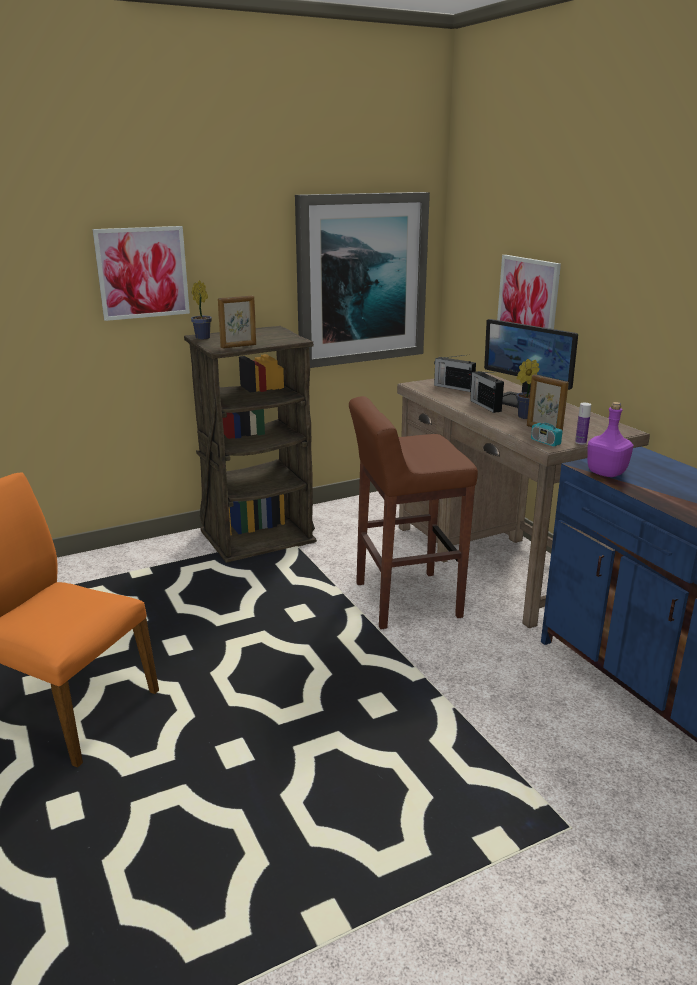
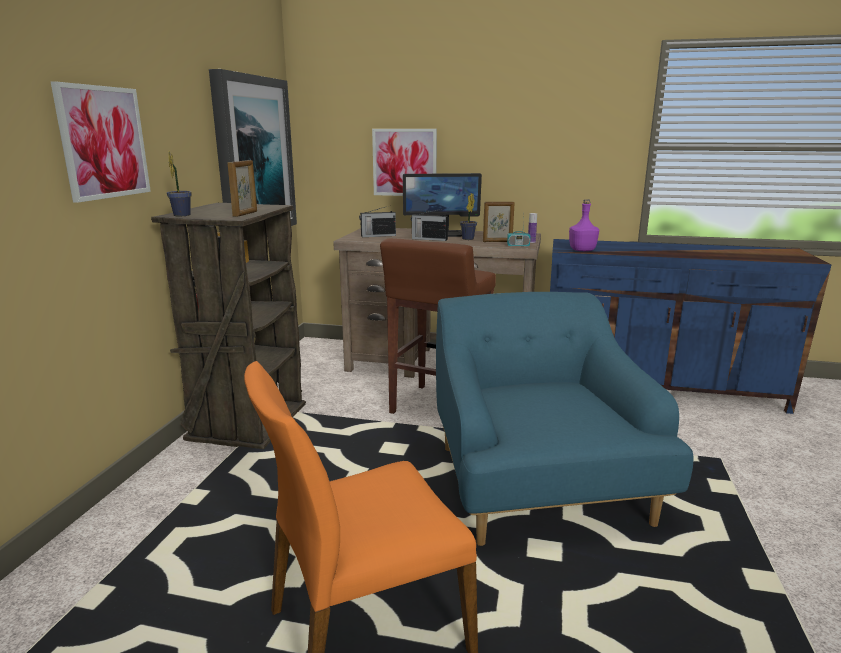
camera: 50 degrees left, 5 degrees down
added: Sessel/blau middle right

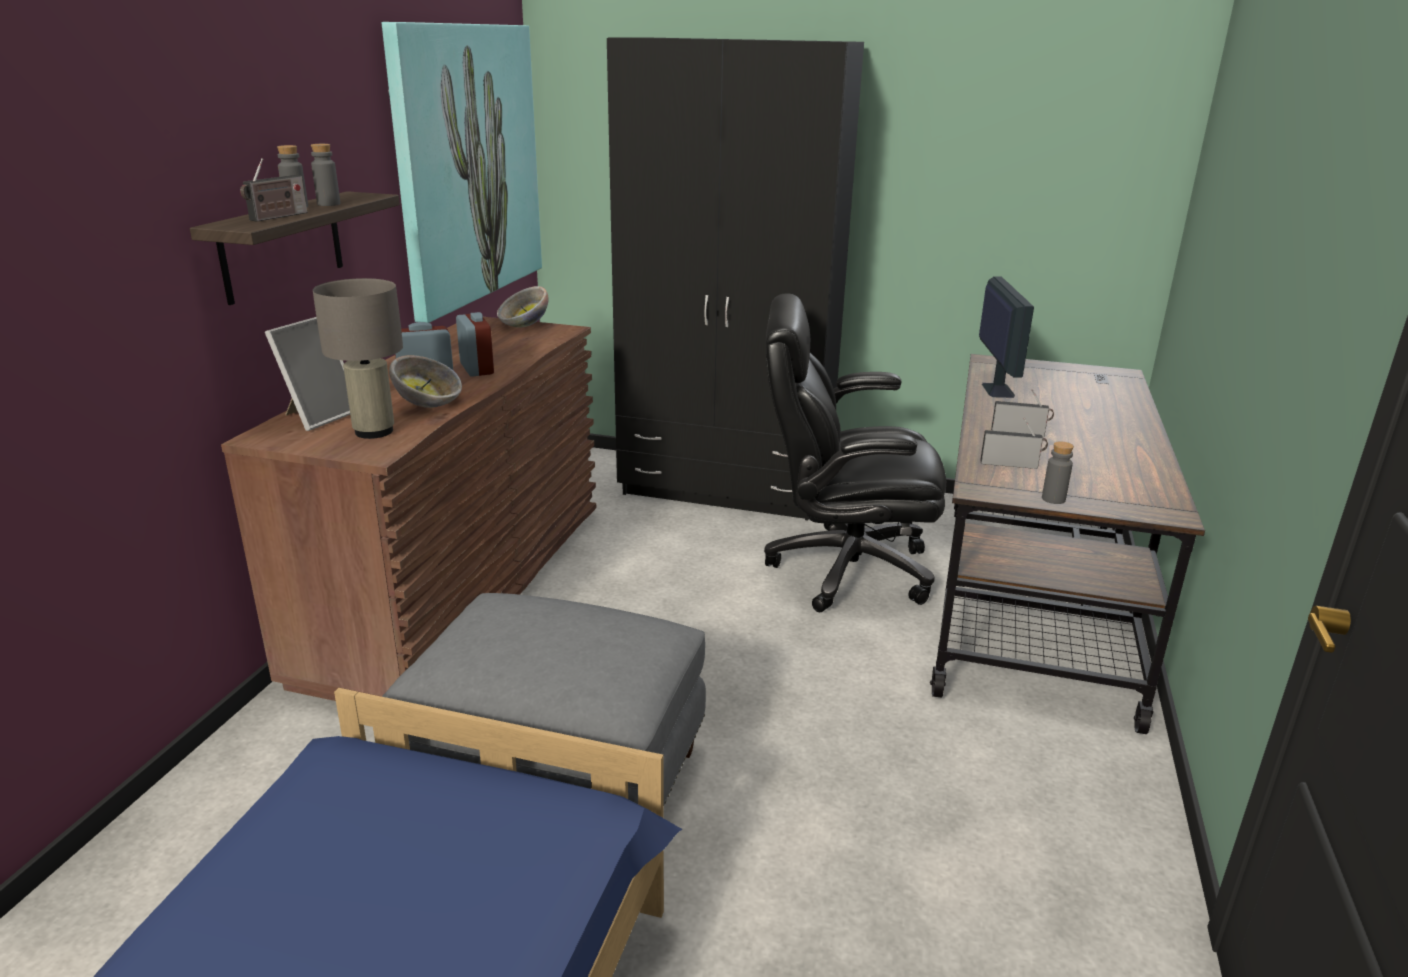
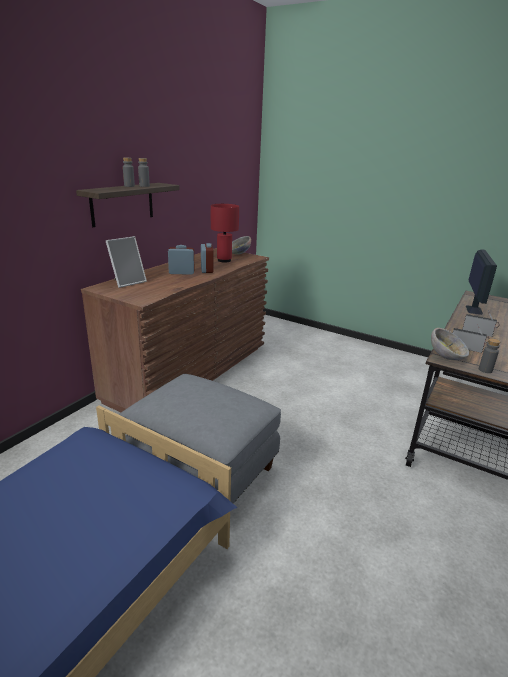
camera: 15 degrees right, 0 degrees up
removed: Radio (1st from left) top left; Tischlampe/grau middle left; Bild top left; Kleiderschrank/schwarz top centre; Bürostuhl/schwarz centre
added: Tischlampe/rot centre
moved: Schüssel (1st from left in the first image) middle left to Schüssel (2nd from left) middle right

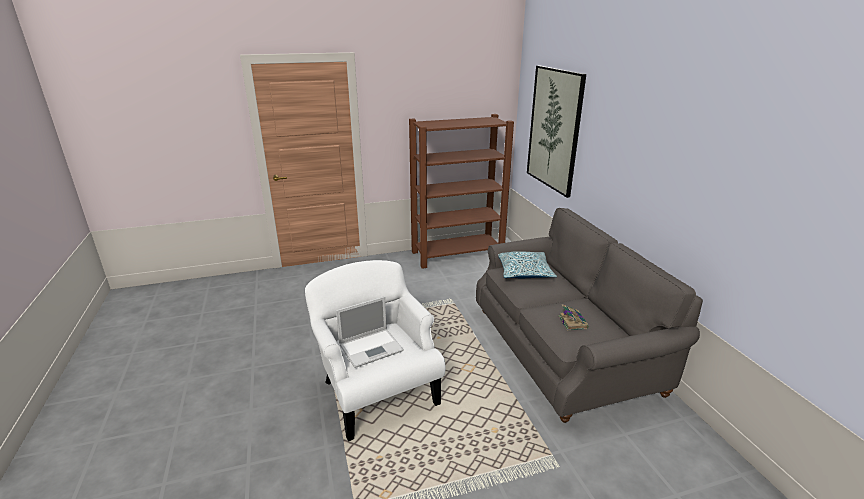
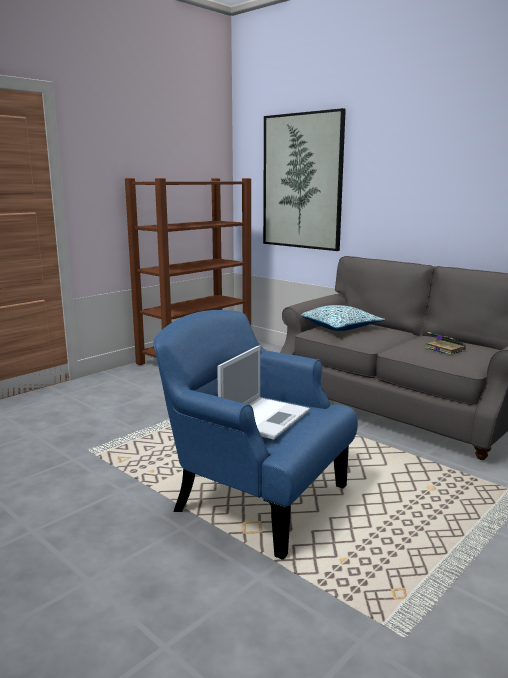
camera: 30 degrees left, 10 degrees down
recoloured: Sessel/weiß bottom centre to Sessel/blau centre

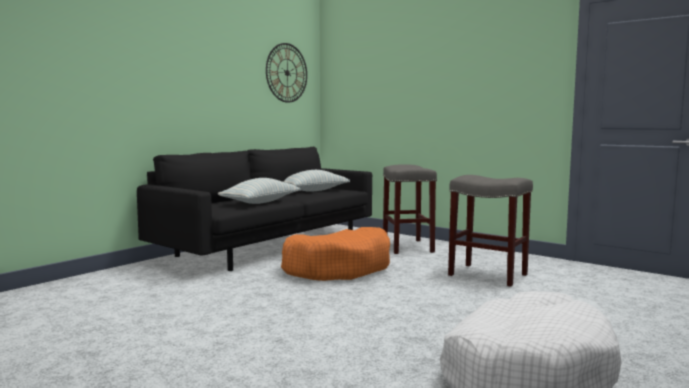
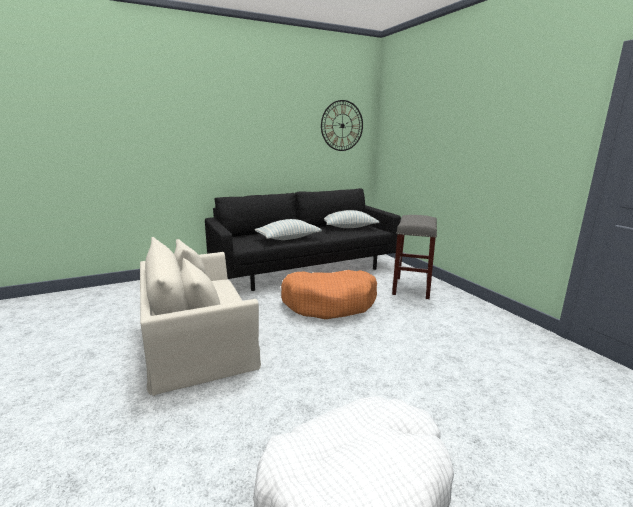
camera: 25 degrees right, 10 degrees up
removed: Hocker/grau (2nd from left) middle right
added: Sessel/beige middle left

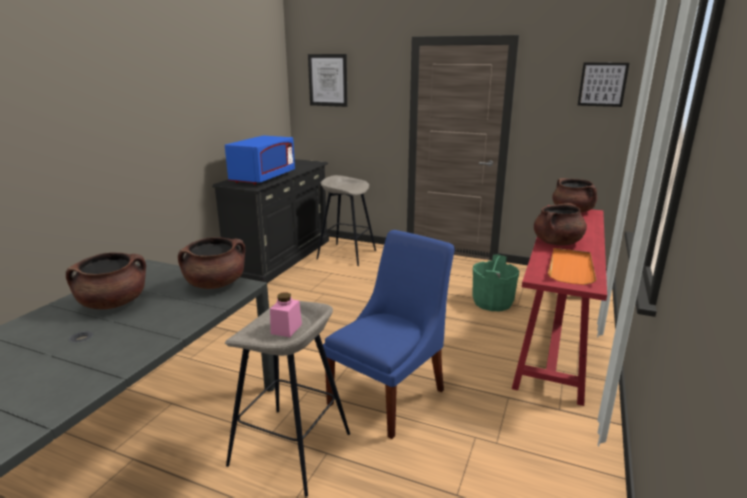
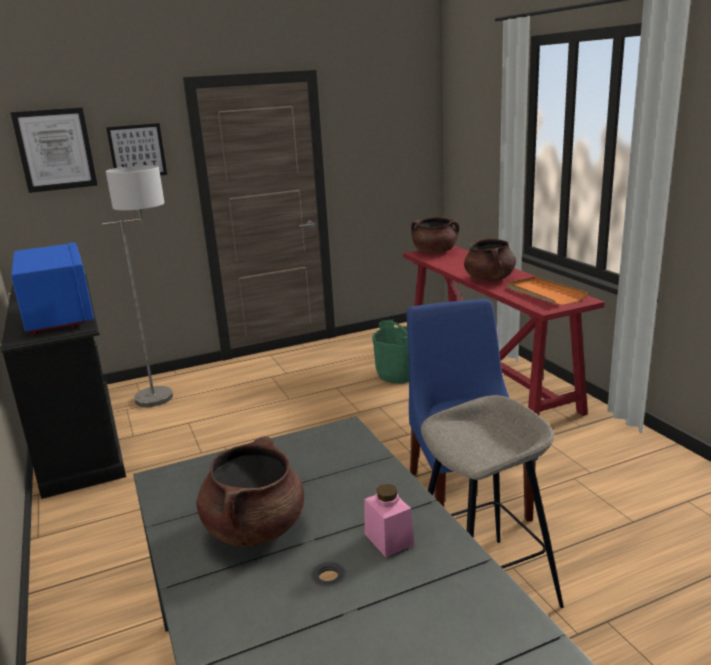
camera: 45 degrees left, 0 degrees up
removed: Kochtopf/braun (2nd from left) middle left
moved: Vorratsglas/rosa centre to bottom centre; Bild (2nd from left) top right to top left
replaced: Hocker/grau (2nd from left) centre to Stehlampe/grau middle left

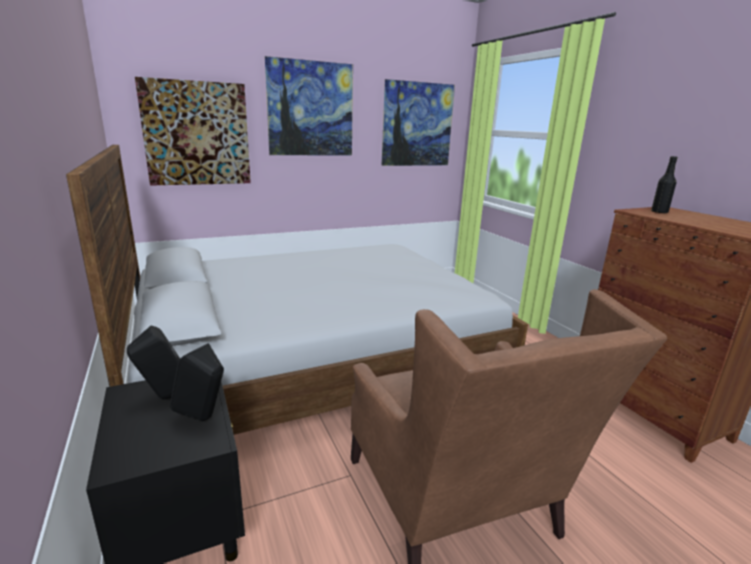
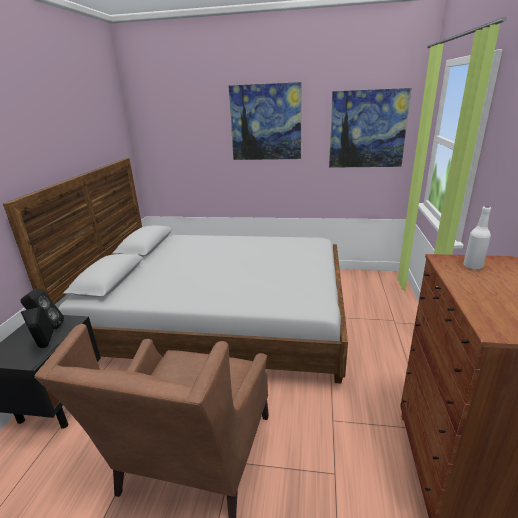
camera: 35 degrees right, 5 degrees up
removed: Bild (1st from left) top left
recoloured: Flasche/schwarz top right to Flasche/weiß middle right

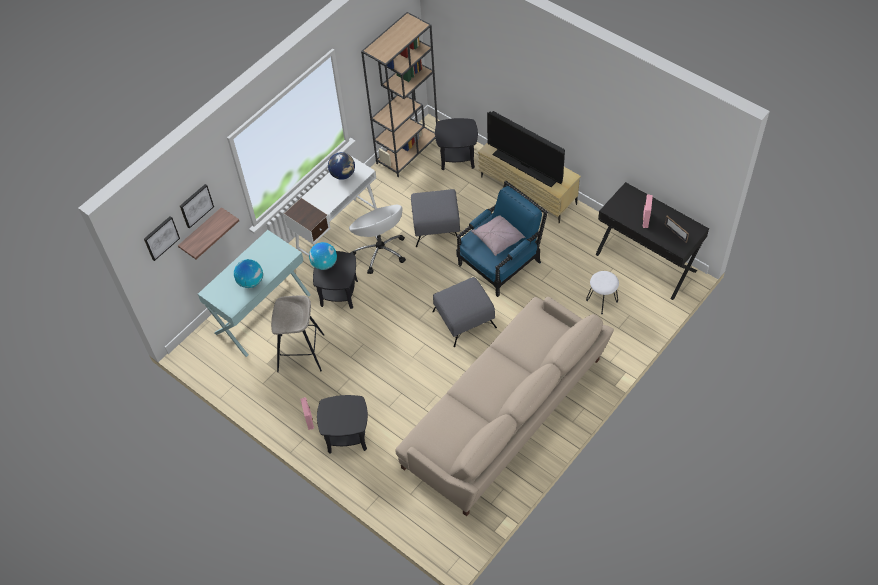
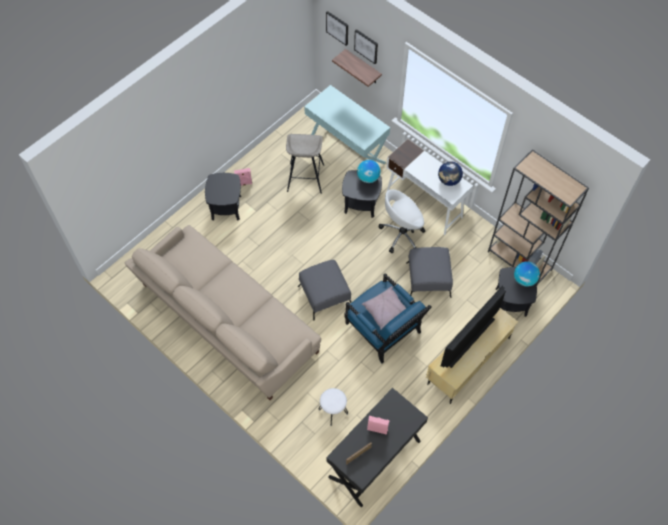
camera: 90 degrees right, 5 degrees up
moved: Globus (1st from left in the first image) middle left to Globus (3rd from left) middle right

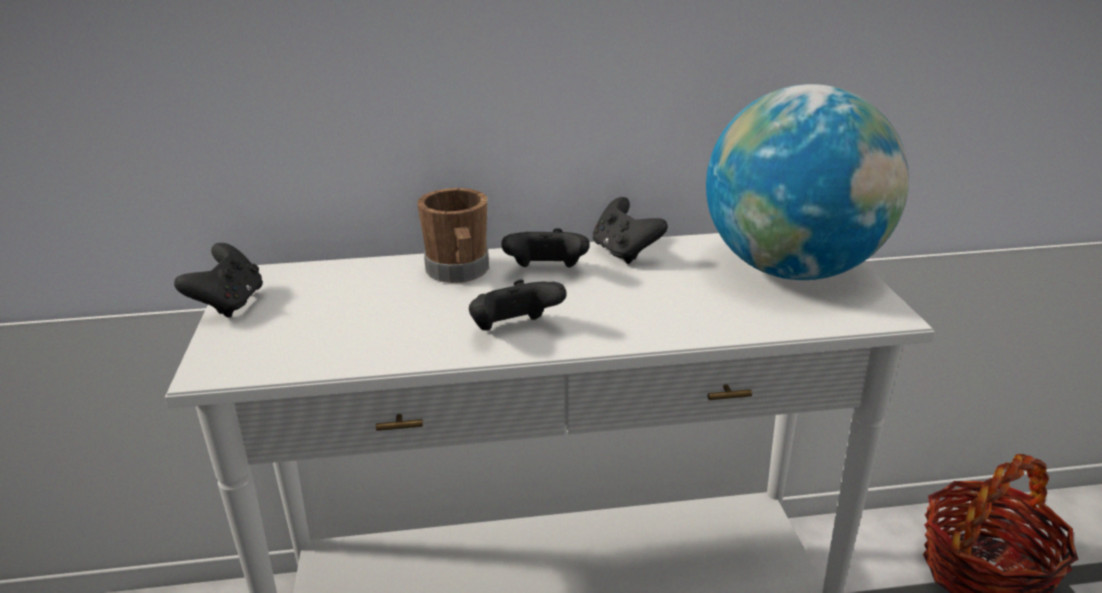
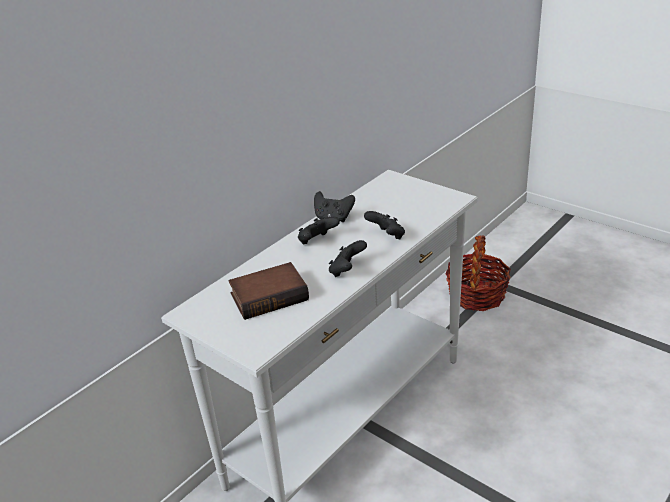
camera: 40 degrees left, 5 degrees up
removed: Henkelbecher/braun centre; Globus top right
added: Buch centre
moved: Gamepad/schwarz (1st from left in the first image) middle left to Gamepad/schwarz (4th from left) centre

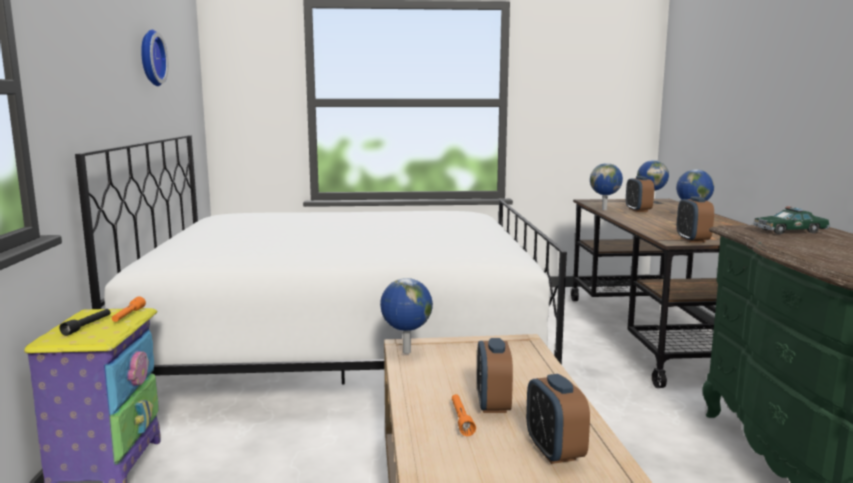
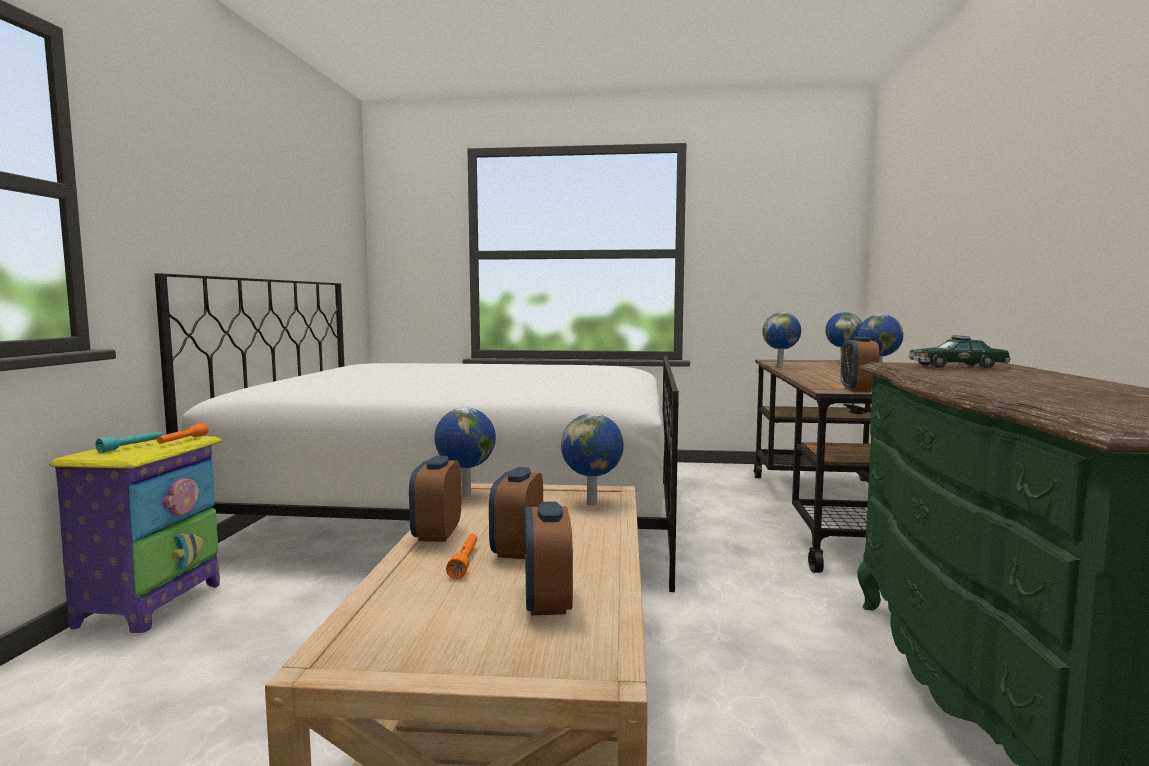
camera: 10 degrees right, 5 degrees down
removed: Wanduhr top left
added: Globus (2nd from left) centre
moved: Wecker (3rd from left in the first image) middle right to Wecker (1st from left) centre
recoloured: Taschenlampe/schwarz bottom left to Taschenlampe/türkis middle left

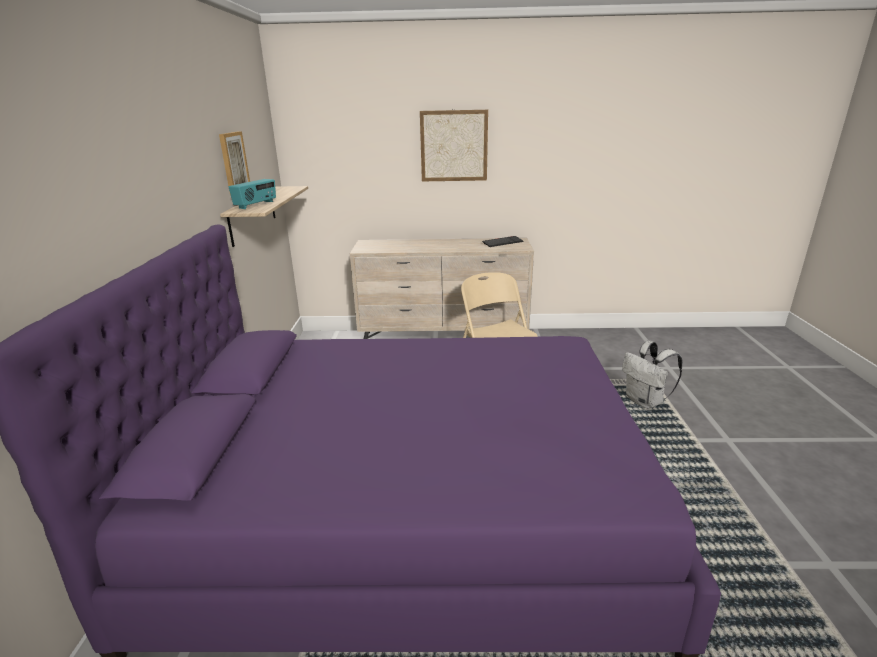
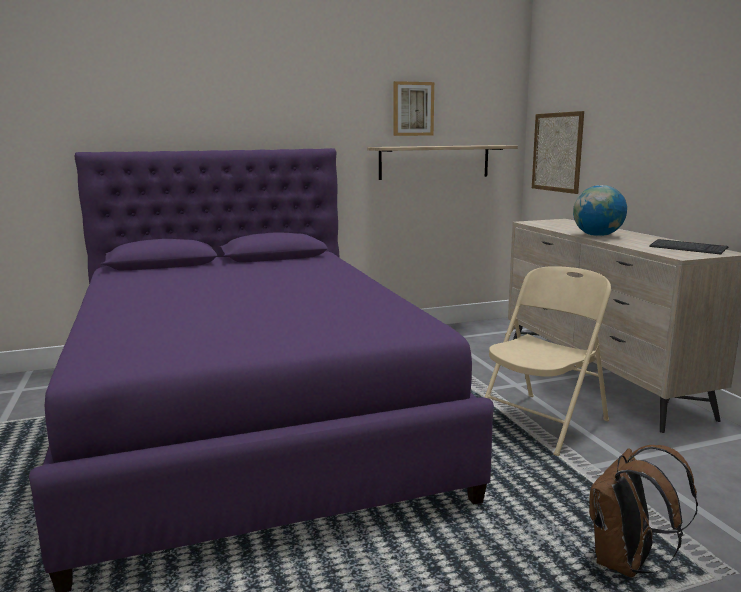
camera: 70 degrees right, 10 degrees down
removed: Radio top left
added: Globus middle right
moved: Bild (2nd from left) top centre to top right
recoloured: Rucksack/weiß middle right to Rucksack/braun bottom right

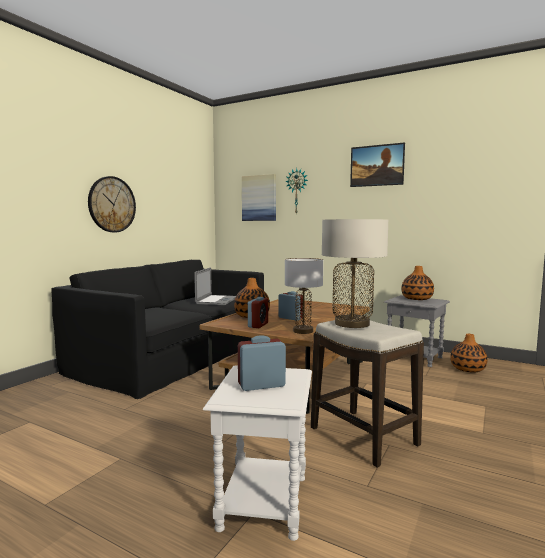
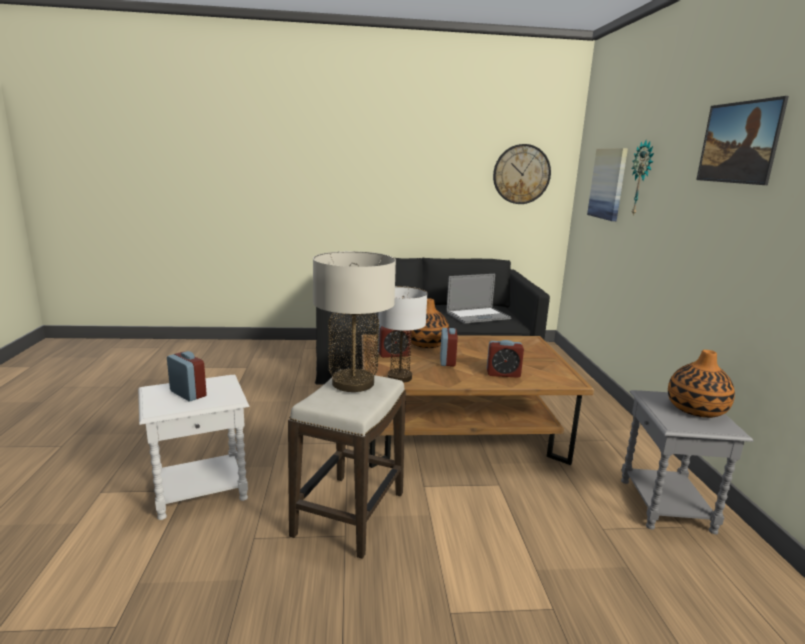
camera: 55 degrees right, 10 degrees up
removed: Vase (3rd from left) middle right
added: Wecker (4th from left) centre
moved: Wanduhr (1st from left) middle left to top centre

